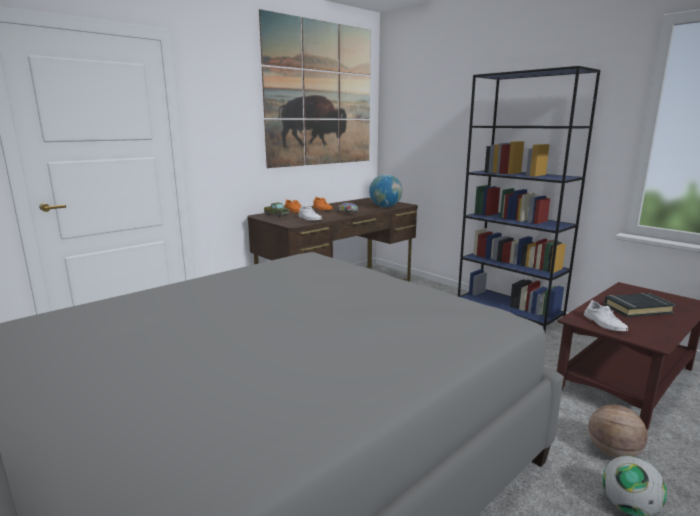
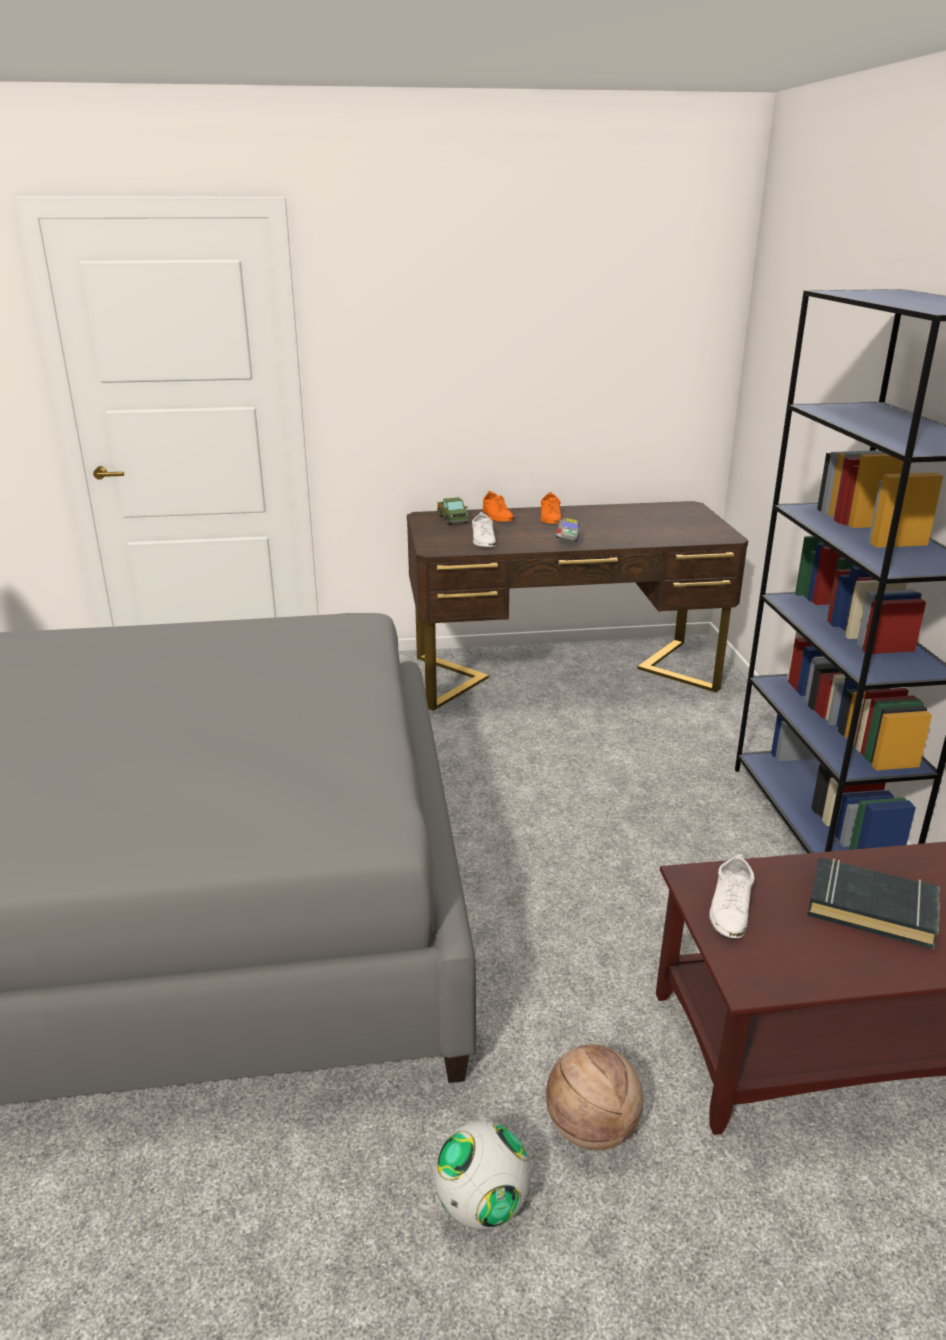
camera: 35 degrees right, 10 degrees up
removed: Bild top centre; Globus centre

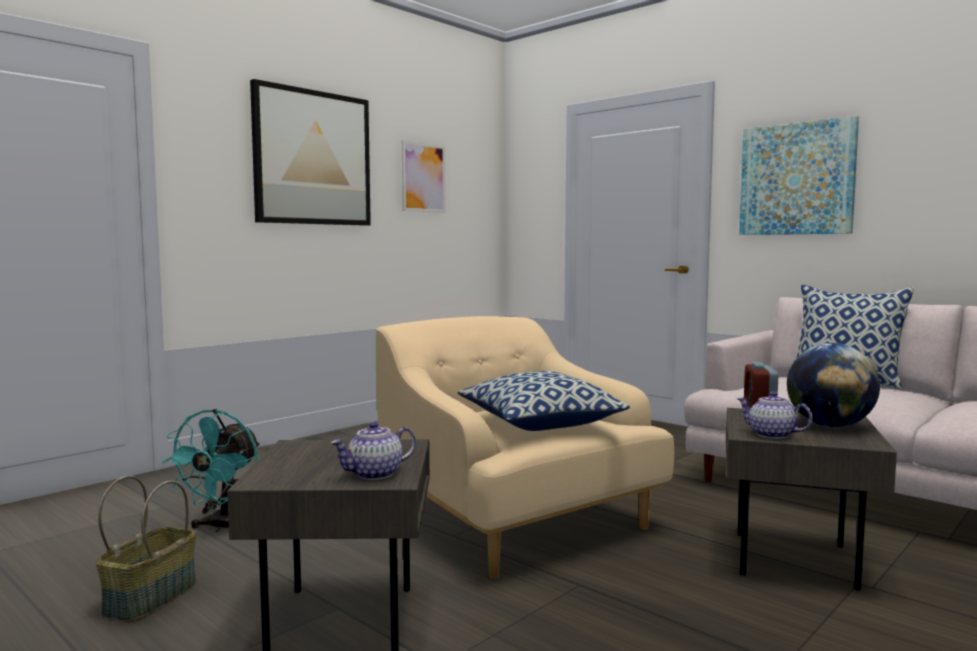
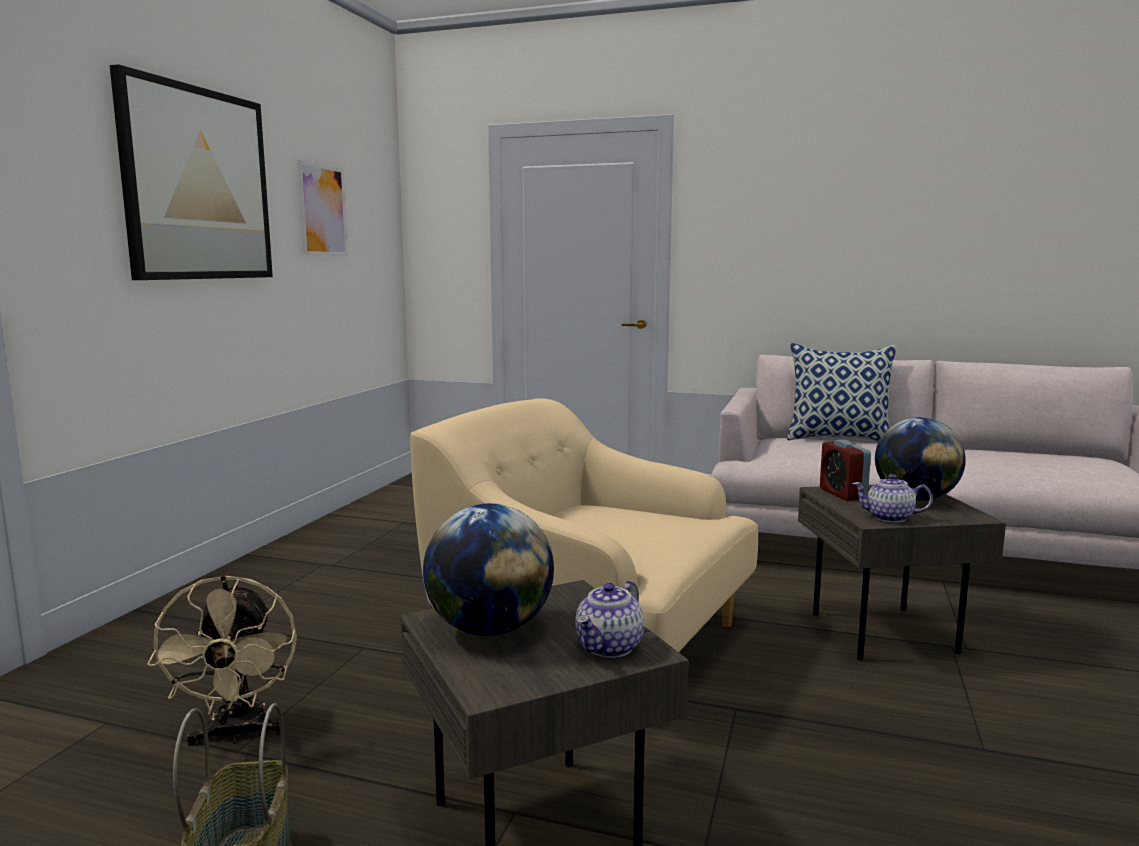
camera: 25 degrees left, 5 degrees up
removed: Kissen (1st from left) centre; Bild (3rd from left) top right
added: Globus (1st from left) bottom centre
recoloured: Ventilator/türkis bottom left to Ventilator/beige bottom left

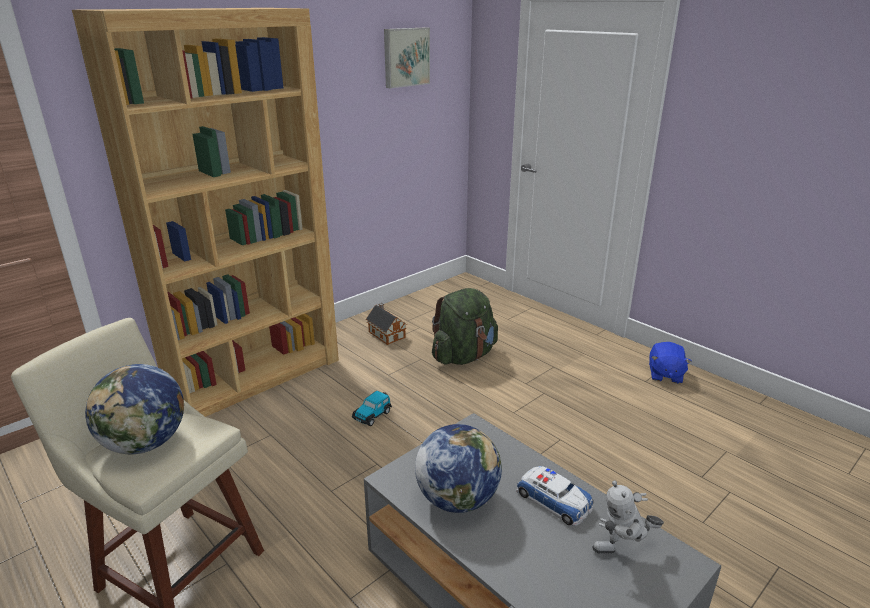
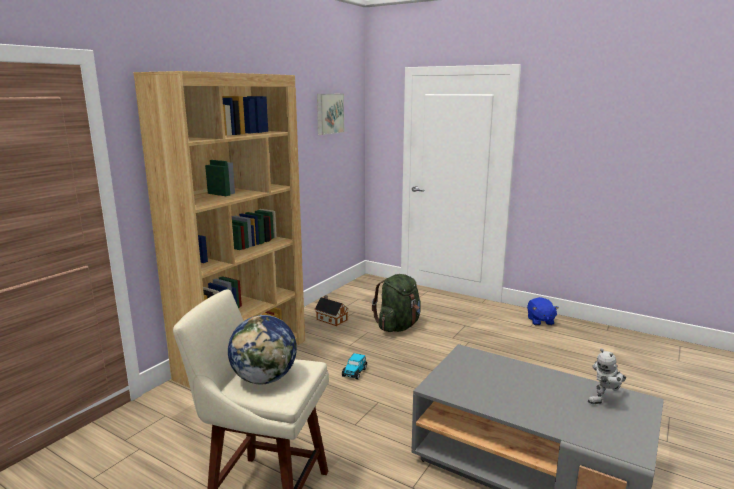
camera: 15 degrees left, 10 degrees down
removed: Globus (2nd from left) bottom centre; Spielzeugauto (2nd from left) bottom centre

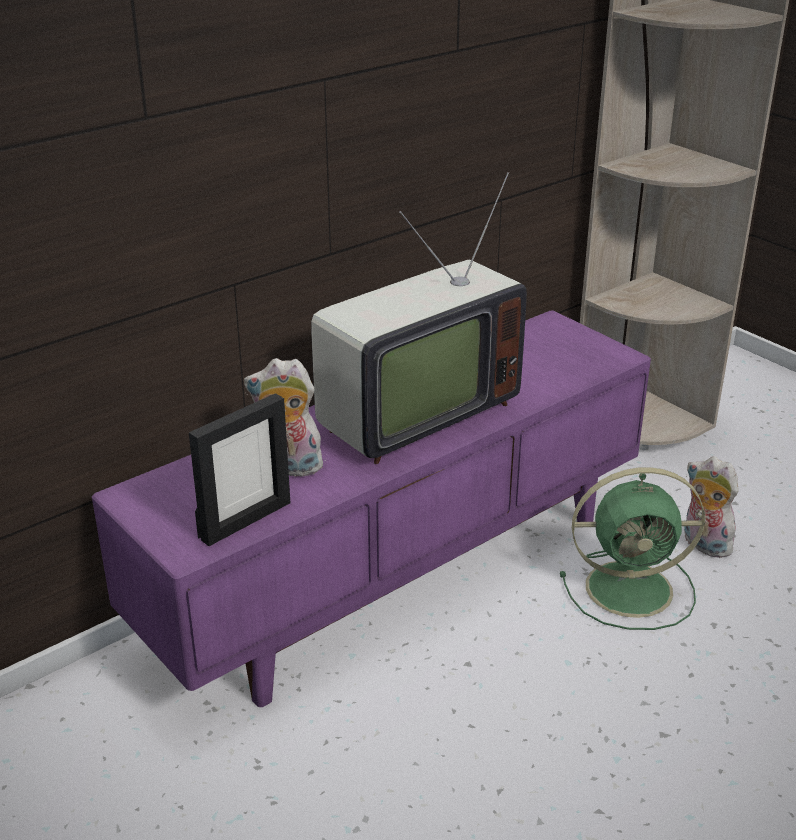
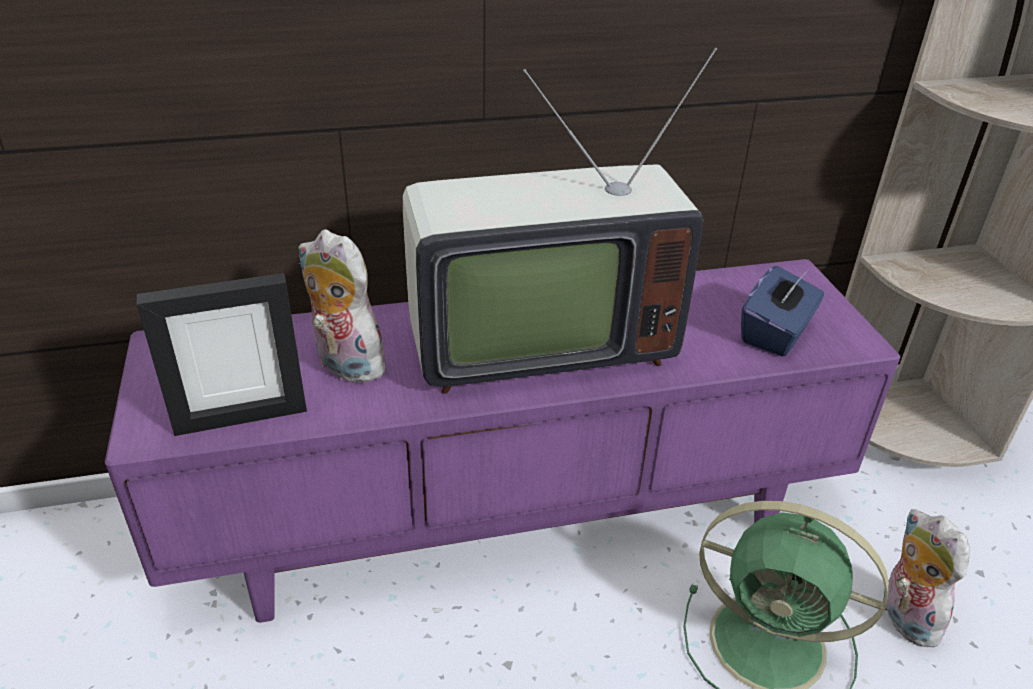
camera: 25 degrees right, 5 degrees up
added: Taschentuchbox/blau middle right

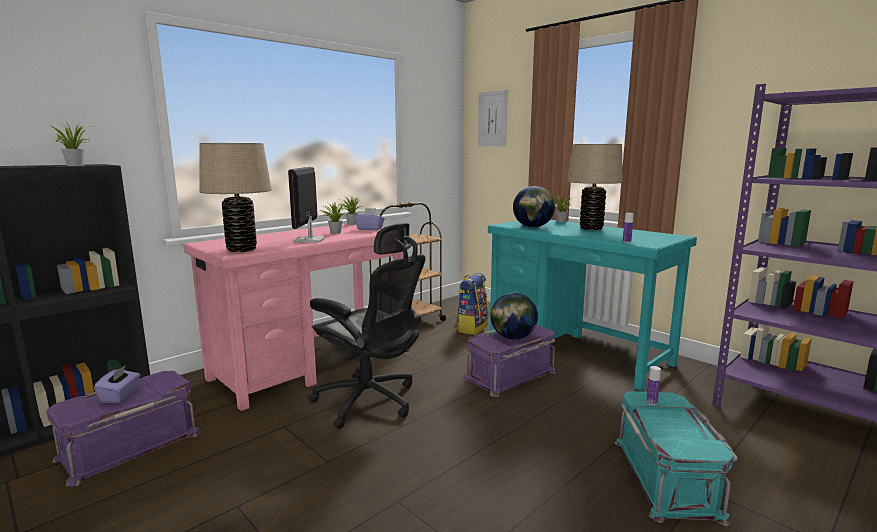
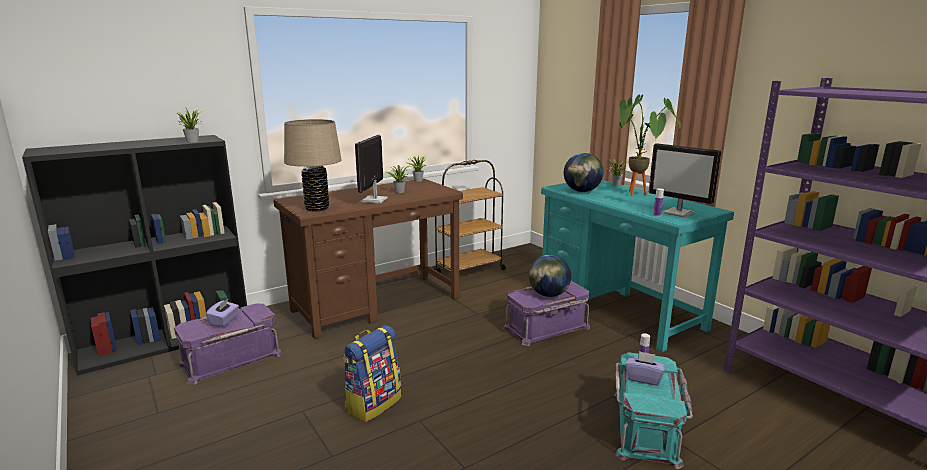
camera: 10 degrees right, 5 degrees up
removed: Bürostuhl centre; Bild top centre
added: Monitor (2nd from left) middle right
moved: Taschentuchbox/lila (2nd from left) centre to bottom right; Rucksack centre to bottom centre
replaced: Tischlampe/beige (2nd from left) middle right to Topfpflanze (5th from left) top right
recoloured: Schreibtisch/rosa centre to Schreibtisch/braun centre

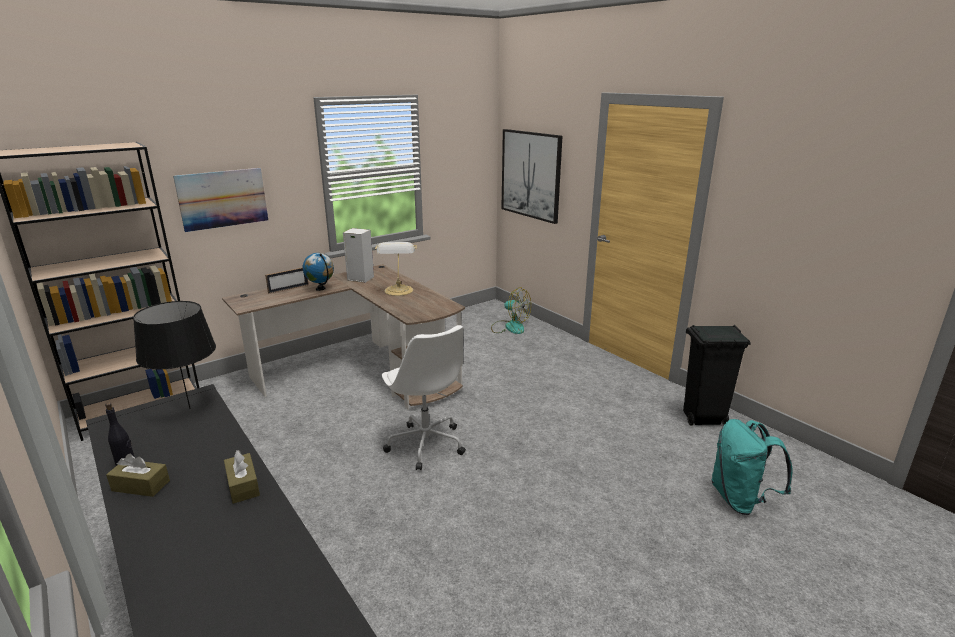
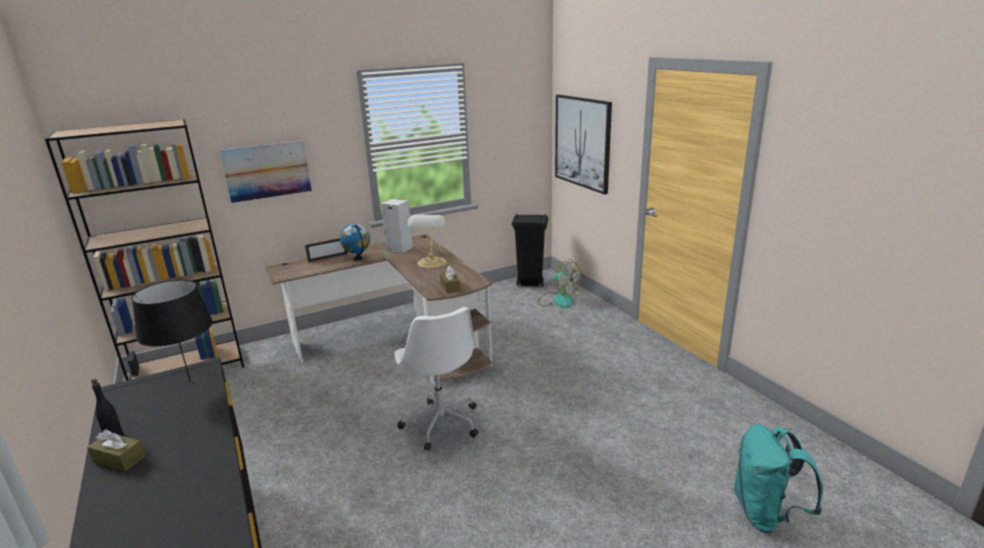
camera: 10 degrees right, 0 degrees up
moved: Taschentuchbox/braun (2nd from left) bottom left to centre; Mülleimer/schwarz middle right to centre

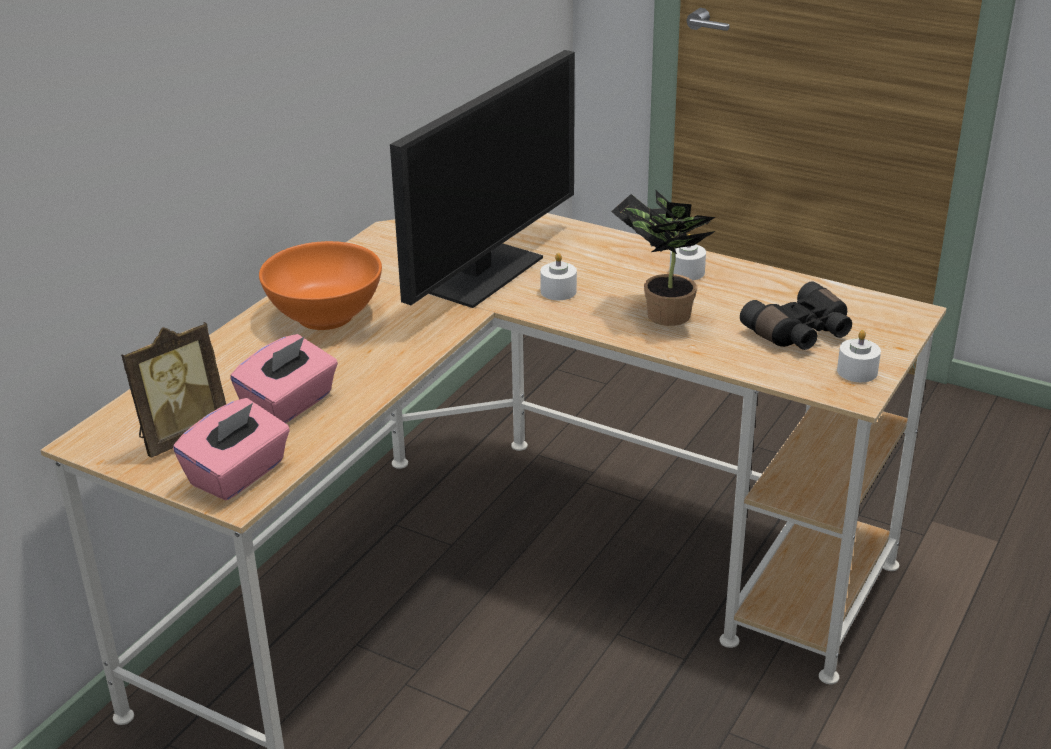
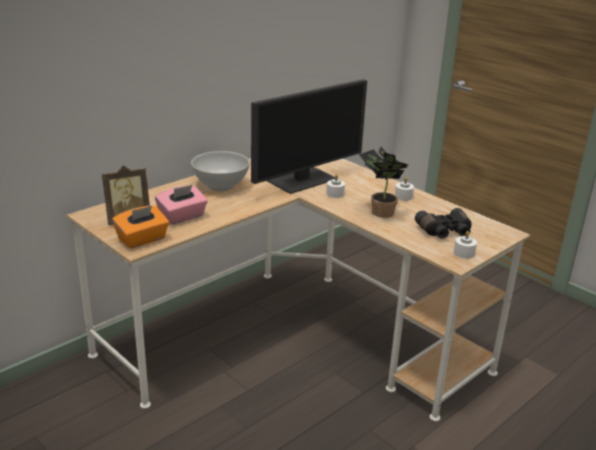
camera: 15 degrees right, 5 degrees down
recoloured: Taschentuchbox/rosa (1st from left) middle left to Taschentuchbox/orange middle left; Schüssel/orange middle left to Schüssel/weiß centre

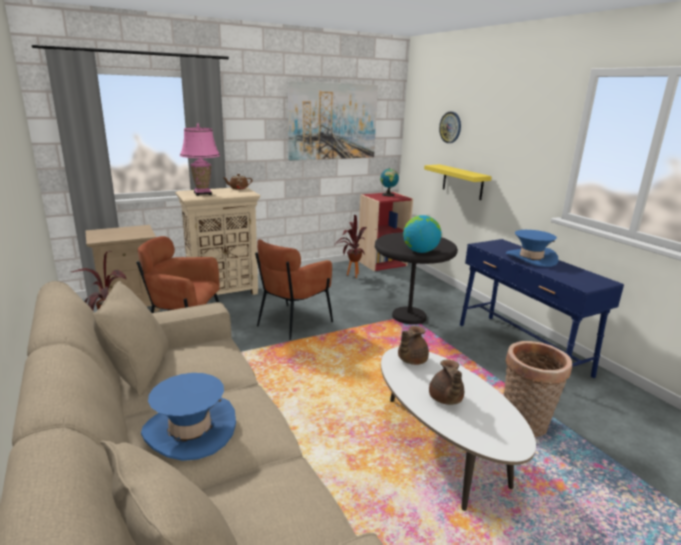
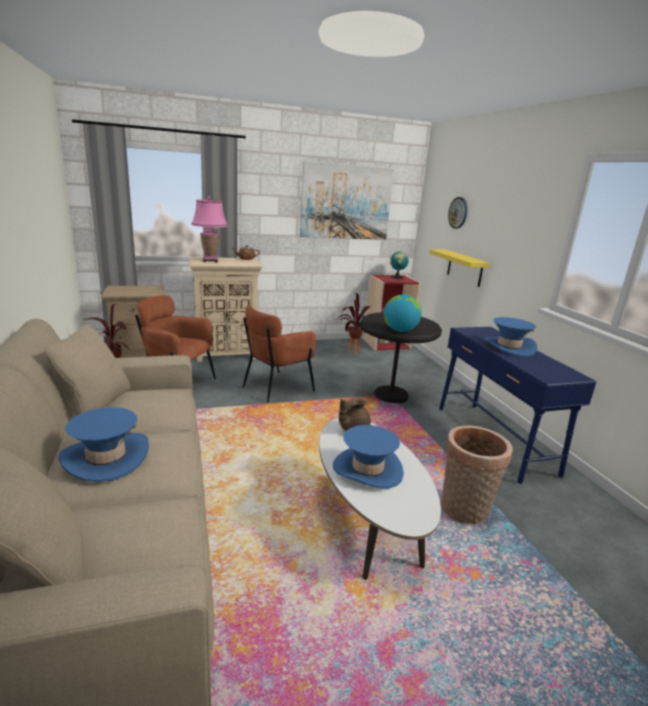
camera: 10 degrees right, 0 degrees up
replaced: Teekanne/braun (3rd from left) bottom centre to Hut/blau (2nd from left) centre

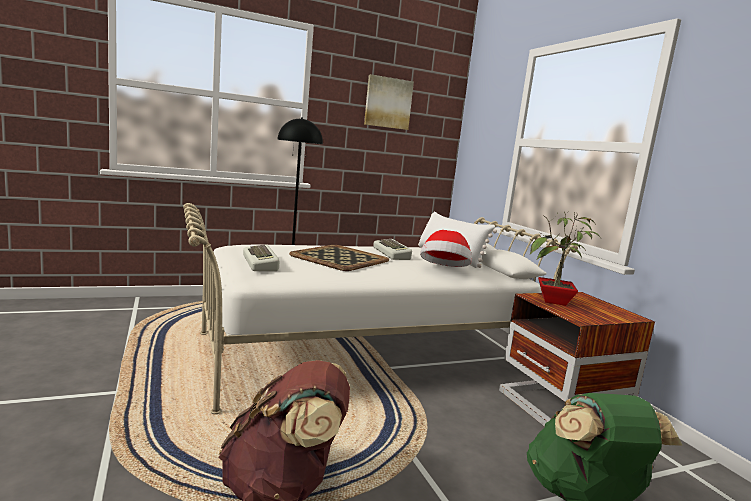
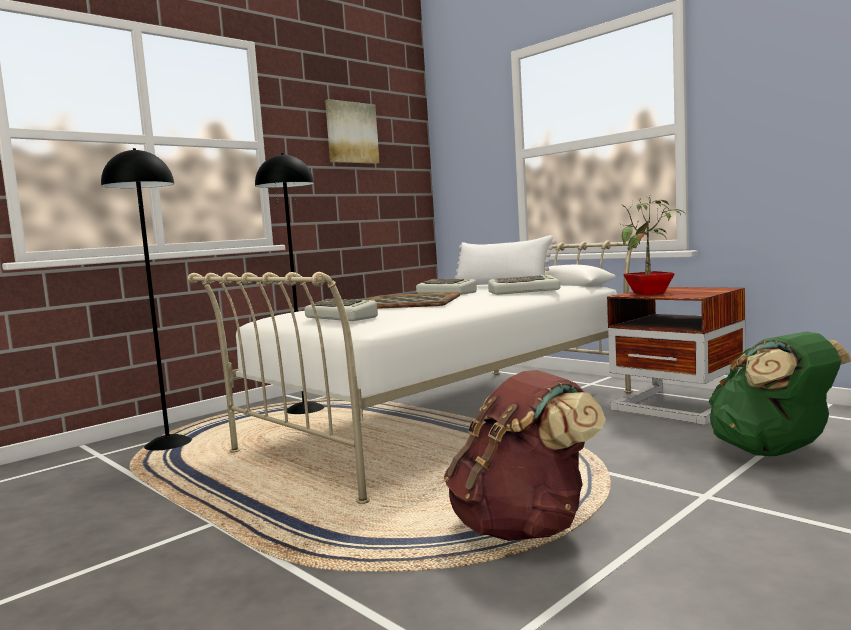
camera: 20 degrees left, 5 degrees down
added: Stehlampe/schwarz (1st from left) middle left
replaced: Hut centre to Tastatur (3rd from left) centre

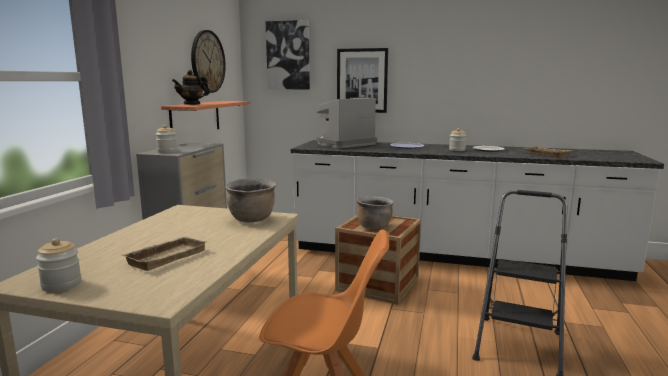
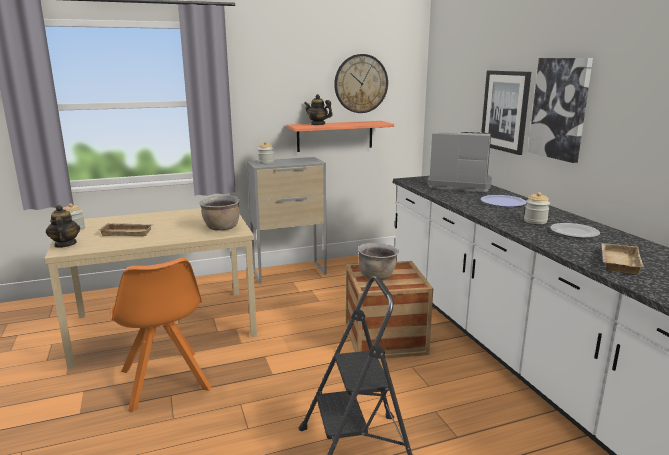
camera: 55 degrees right, 5 degrees up
added: Teekanne (1st from left) middle left
moved: Bild (1st from left in the first image) top centre to Bild (2nd from left) top right

